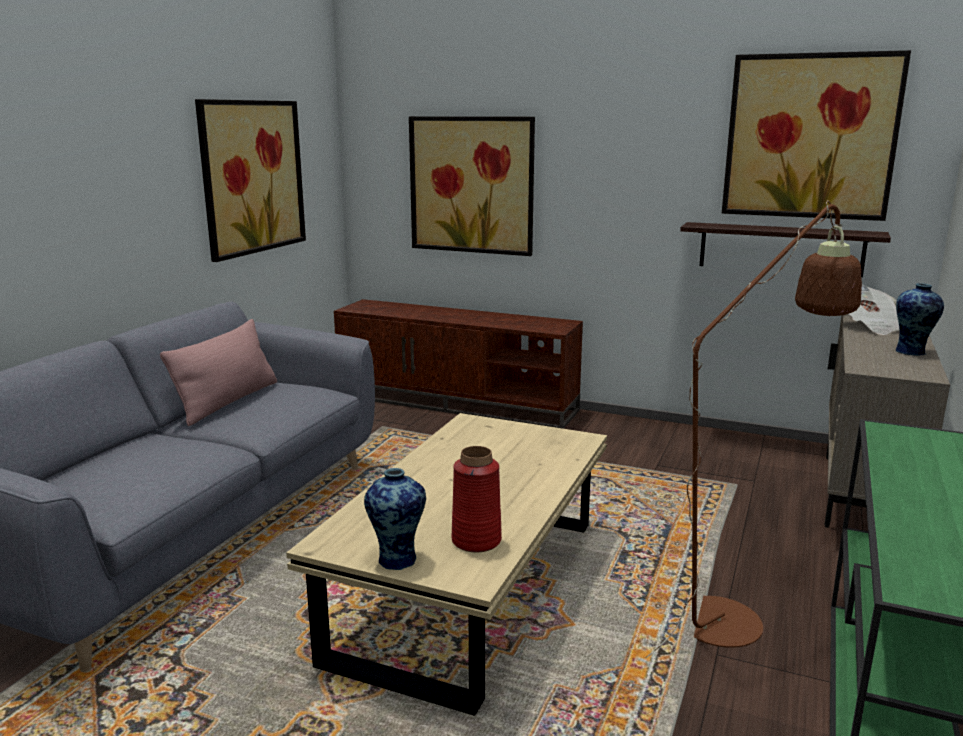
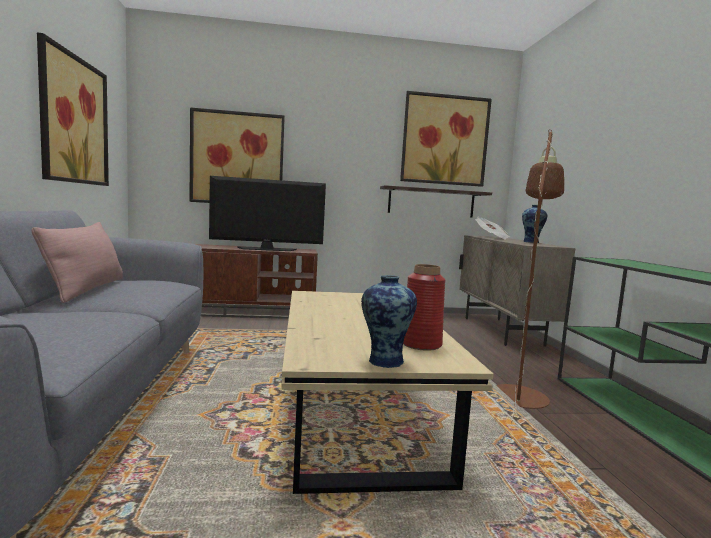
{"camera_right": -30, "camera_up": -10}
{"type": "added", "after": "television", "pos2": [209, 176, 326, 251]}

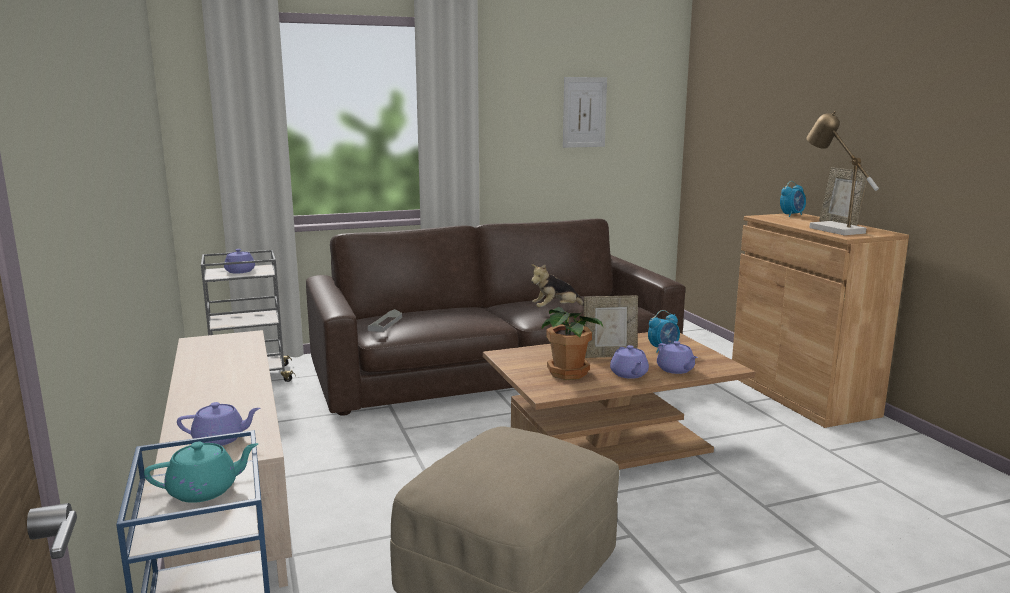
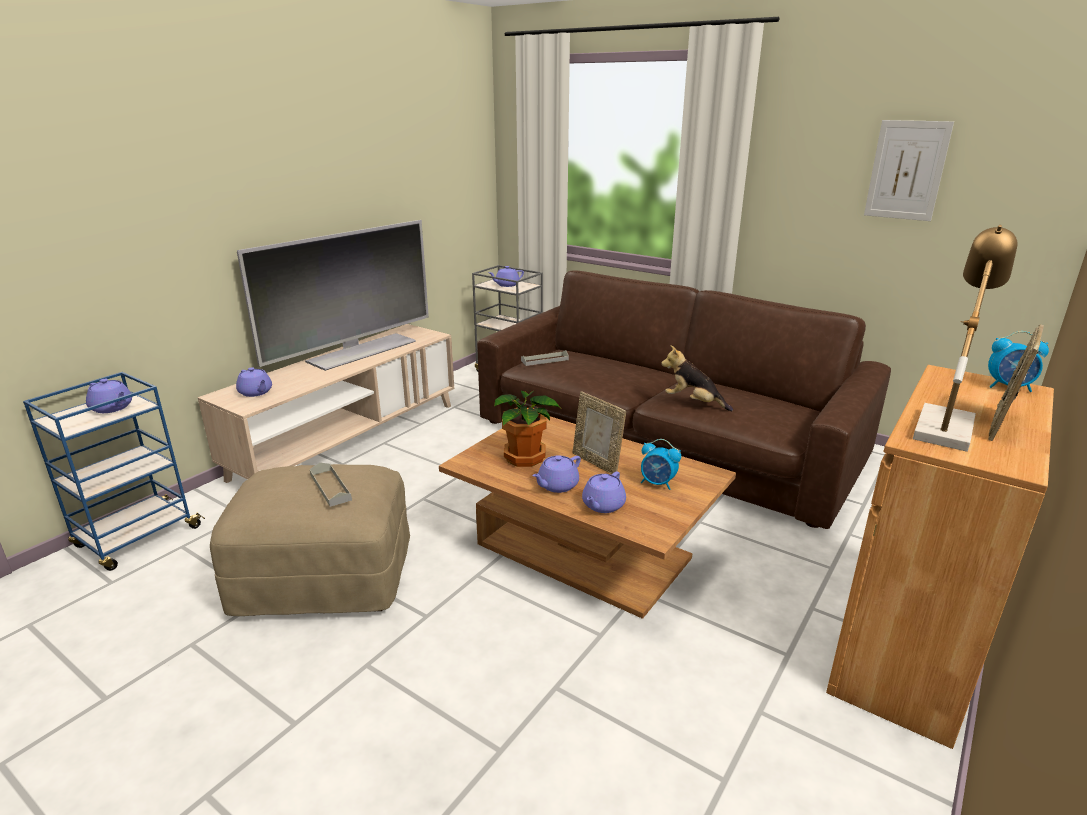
{"camera_right": 55, "camera_up": 10}
{"type": "recoloured", "before": "turquoise teapot", "after": "purple teapot", "pos1": [144, 442, 258, 503], "pos2": [86, 379, 132, 413]}
{"type": "added", "after": "television", "pos2": [237, 220, 429, 371]}
{"type": "added", "after": "grey tray", "pos2": [310, 462, 352, 507]}

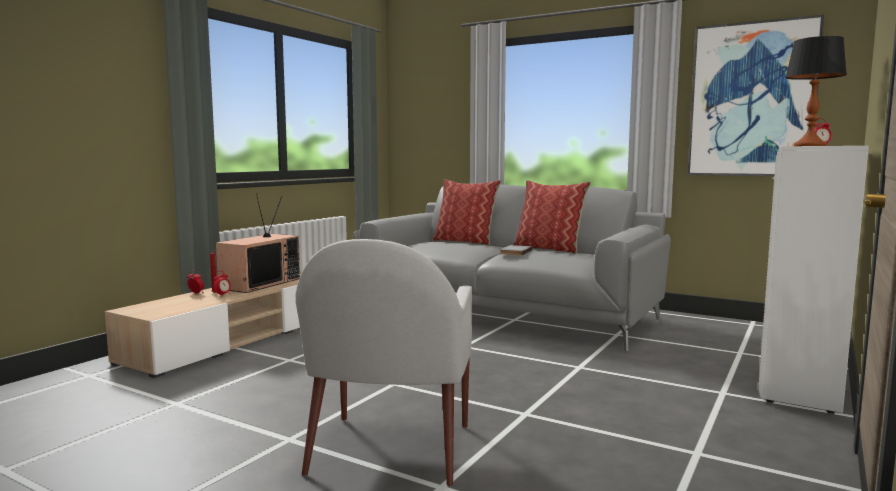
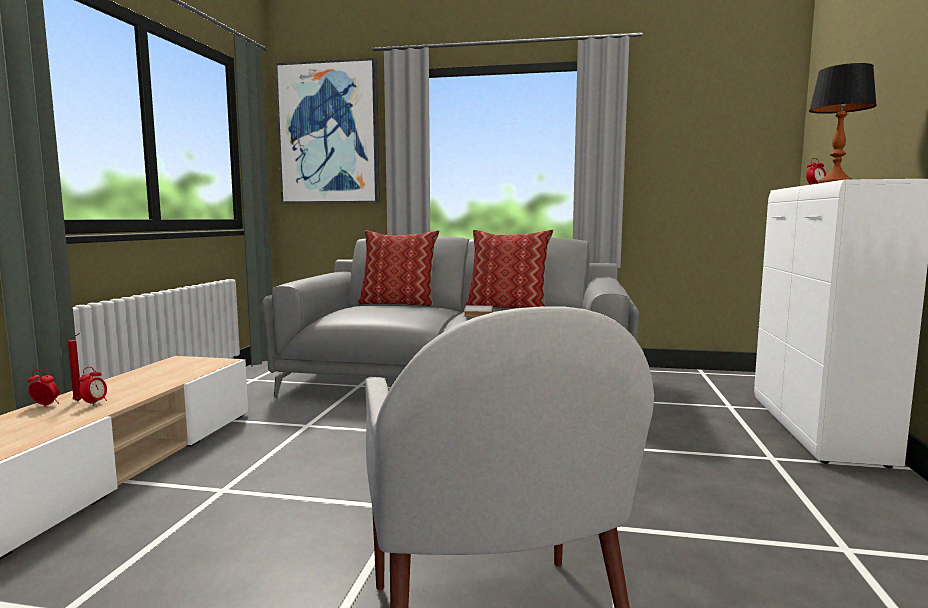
{"camera_right": -20, "camera_up": 0}
{"type": "moved", "before": "picture", "pos1": [687, 14, 824, 176], "pos2": [275, 58, 380, 204]}
{"type": "removed", "before": "television", "pos1": [216, 193, 300, 293]}

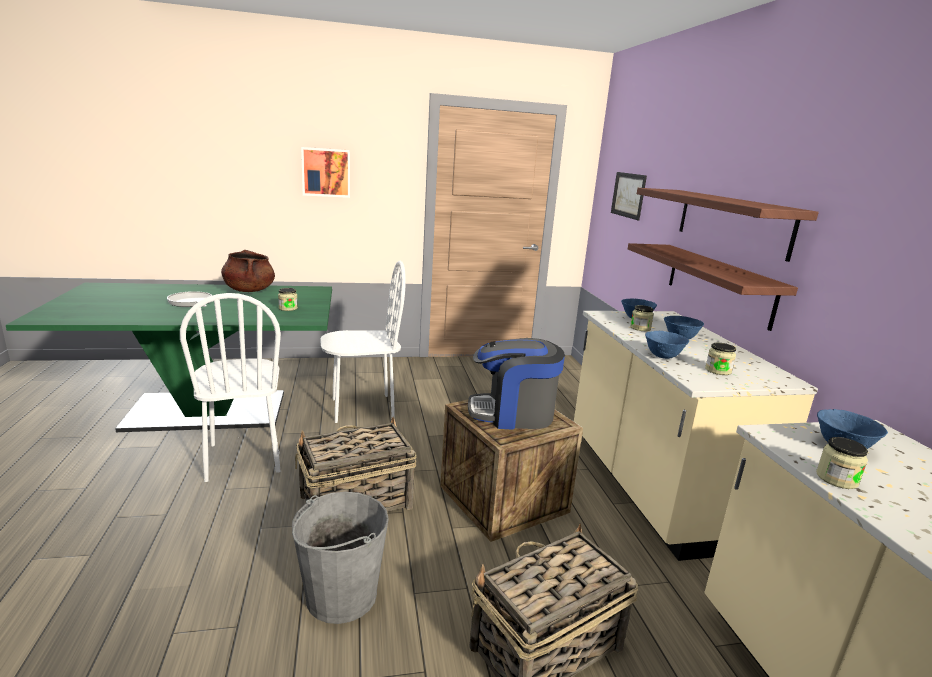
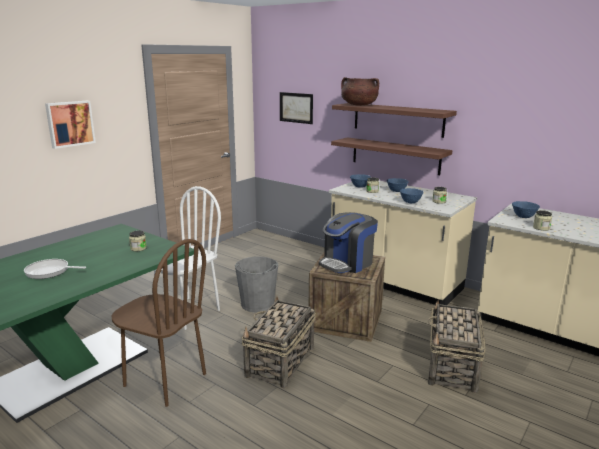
{"camera_right": -40, "camera_up": 0}
{"type": "recoloured", "before": "white chair", "after": "brown chair", "pos1": [180, 293, 281, 482], "pos2": [111, 239, 206, 407]}
{"type": "moved", "before": "grey bucket", "pos1": [292, 492, 389, 624], "pos2": [235, 257, 278, 313]}
{"type": "moved", "before": "brown cooking pot", "pos1": [221, 250, 275, 292], "pos2": [341, 77, 379, 106]}

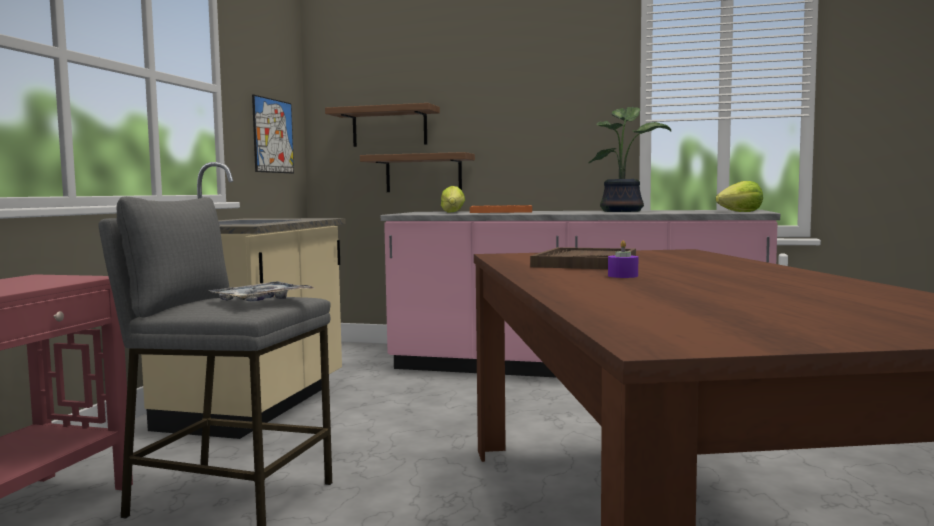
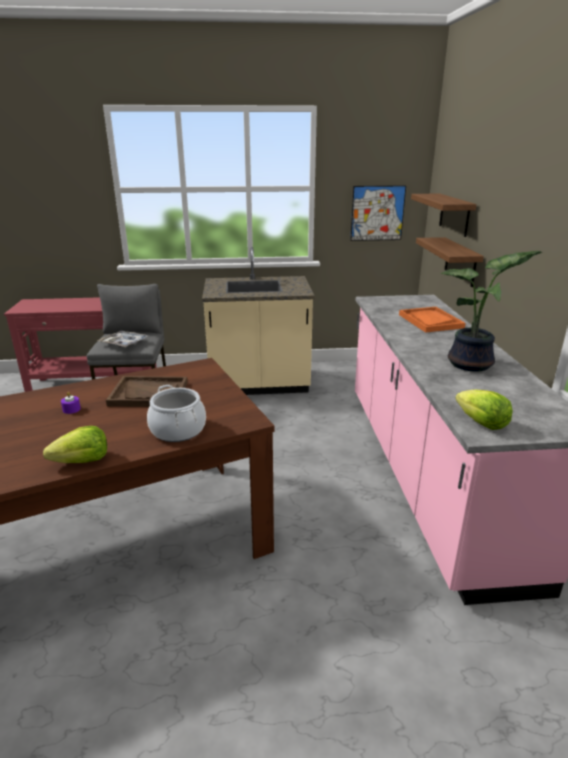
{"camera_right": 70, "camera_up": 20}
{"type": "moved", "before": "lettuce", "pos1": [441, 186, 465, 213], "pos2": [43, 426, 107, 463]}
{"type": "added", "after": "cooking pot", "pos2": [147, 385, 206, 442]}

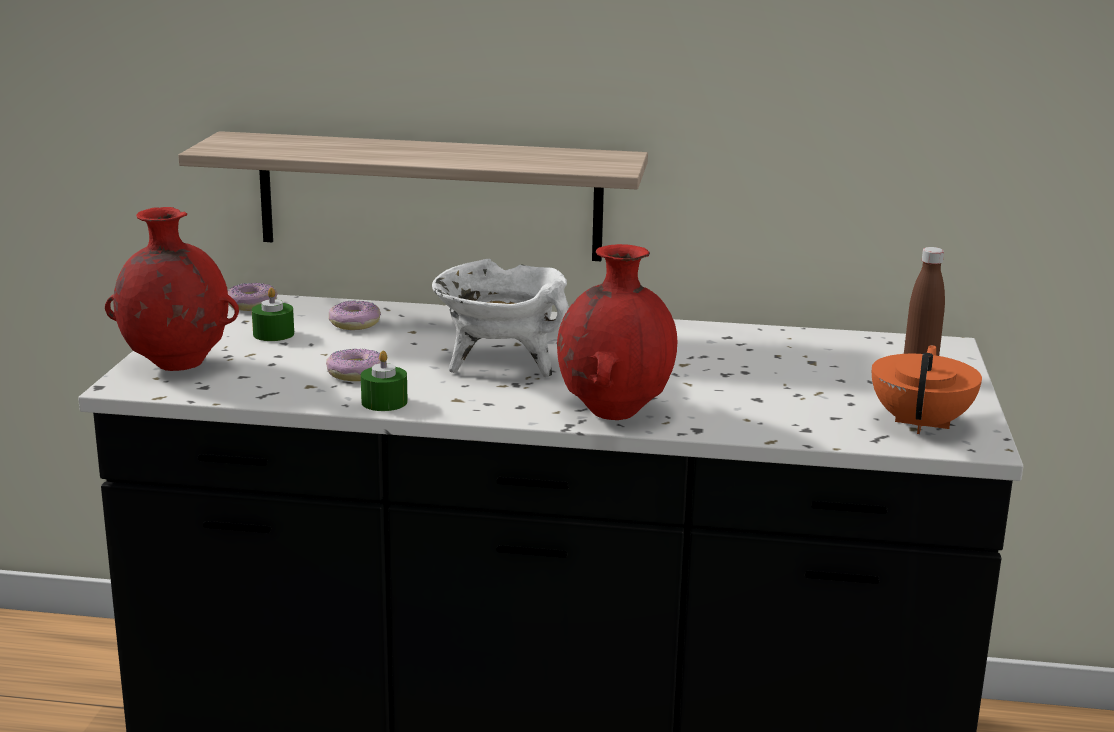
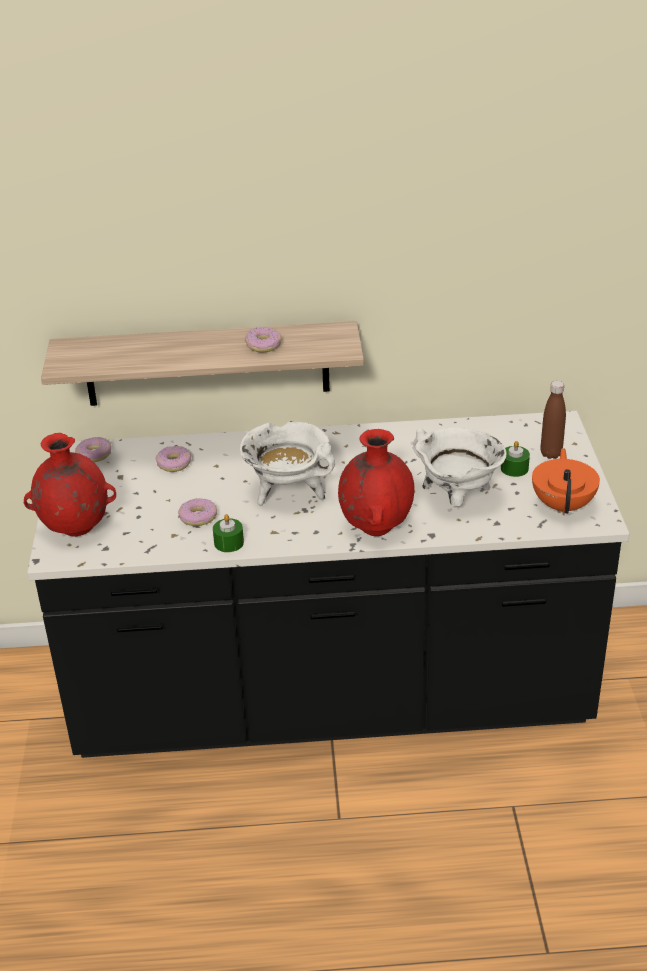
{"camera_right": -10, "camera_up": 15}
{"type": "added", "after": "donut", "pos2": [245, 327, 282, 353]}
{"type": "added", "after": "white cooking pot", "pos2": [413, 427, 506, 506]}
{"type": "moved", "before": "green candle", "pos1": [252, 287, 294, 341], "pos2": [501, 441, 530, 477]}

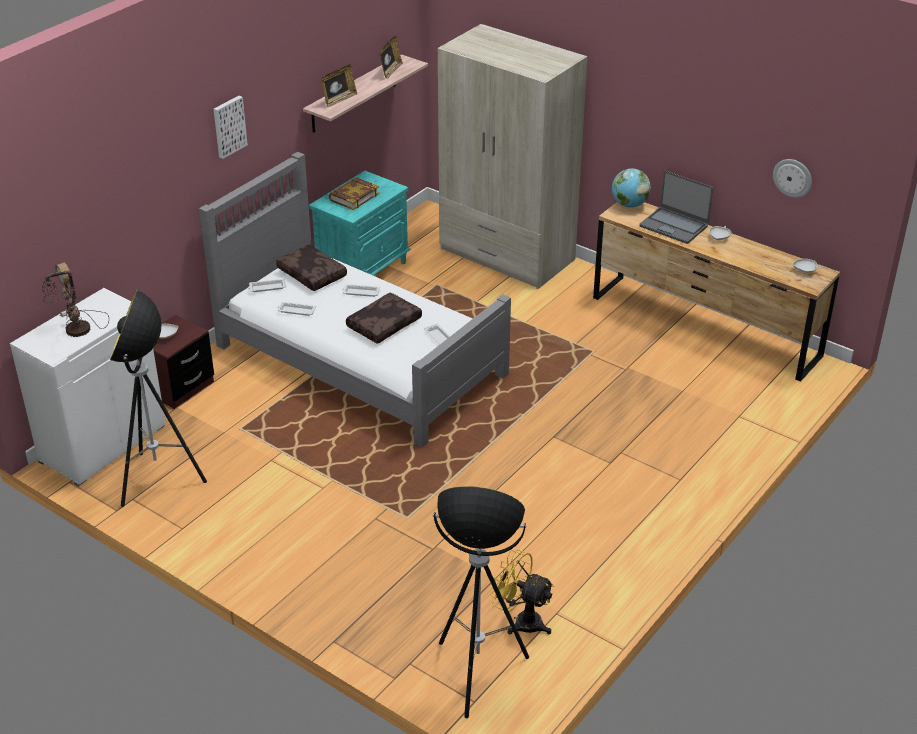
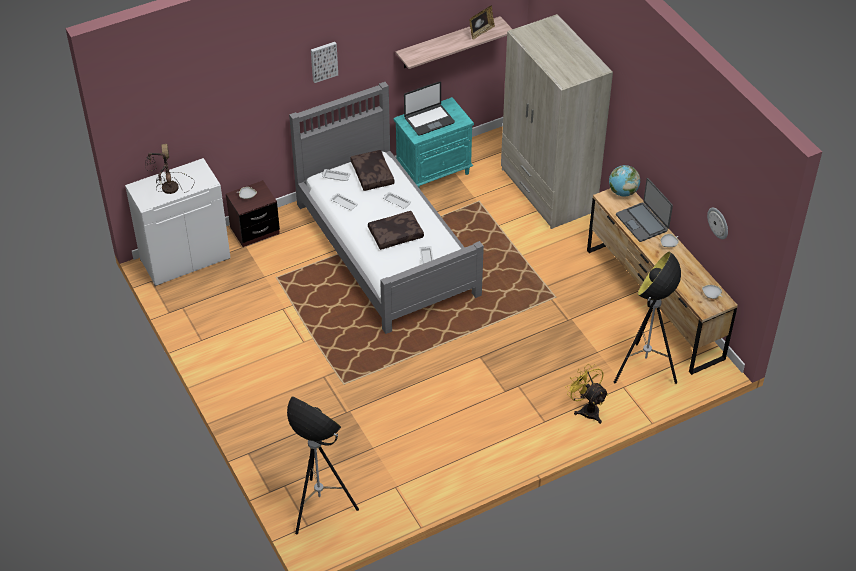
{"camera_right": 25, "camera_up": 10}
{"type": "replaced", "before": "book", "after": "laptop", "pos1": [329, 177, 380, 210], "pos2": [404, 81, 455, 136]}
{"type": "moved", "before": "yellow fan", "pos1": [490, 550, 554, 635], "pos2": [565, 364, 609, 424]}
{"type": "moved", "before": "floor lamp", "pos1": [110, 290, 207, 507], "pos2": [614, 252, 681, 384]}
{"type": "removed", "before": "picture frame", "pos1": [321, 64, 358, 107]}

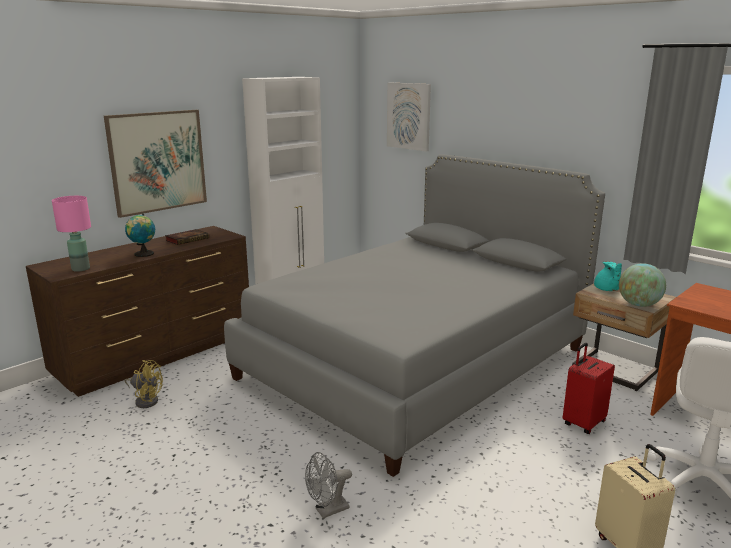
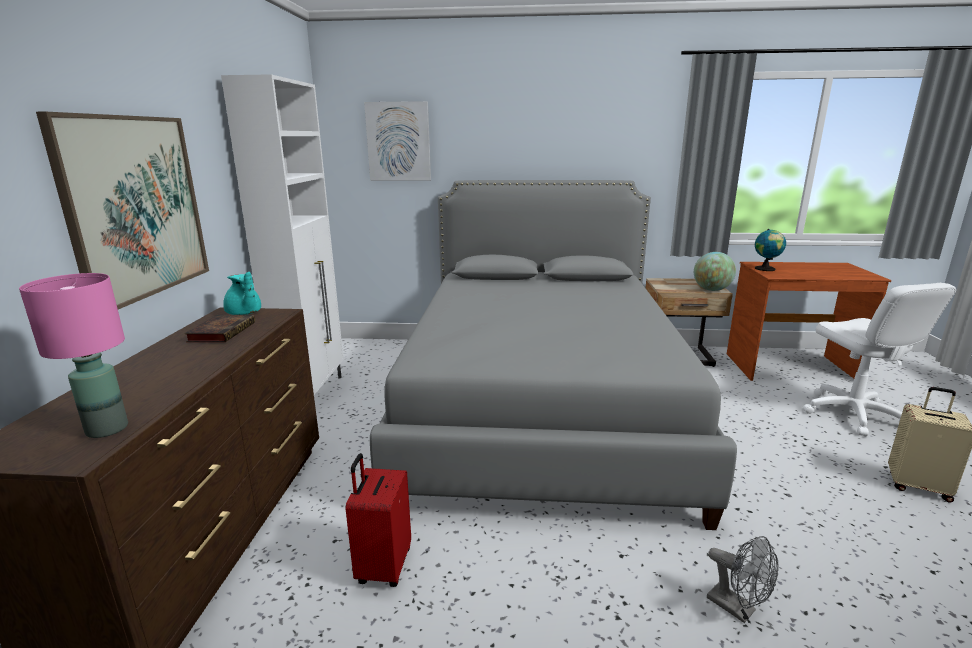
{"camera_right": -40, "camera_up": 0}
{"type": "moved", "before": "turquoise teapot", "pos1": [594, 261, 622, 291], "pos2": [223, 272, 261, 315]}
{"type": "moved", "before": "red suitcase", "pos1": [563, 343, 615, 434], "pos2": [345, 453, 411, 587]}
{"type": "turned", "before": "grey fan", "pos1": [305, 452, 352, 519], "pos2": [707, 536, 778, 623], "turn": -60}
{"type": "moved", "before": "globe", "pos1": [125, 214, 155, 257], "pos2": [755, 229, 786, 271]}
{"type": "removed", "before": "yellow fan", "pos1": [125, 360, 163, 408]}

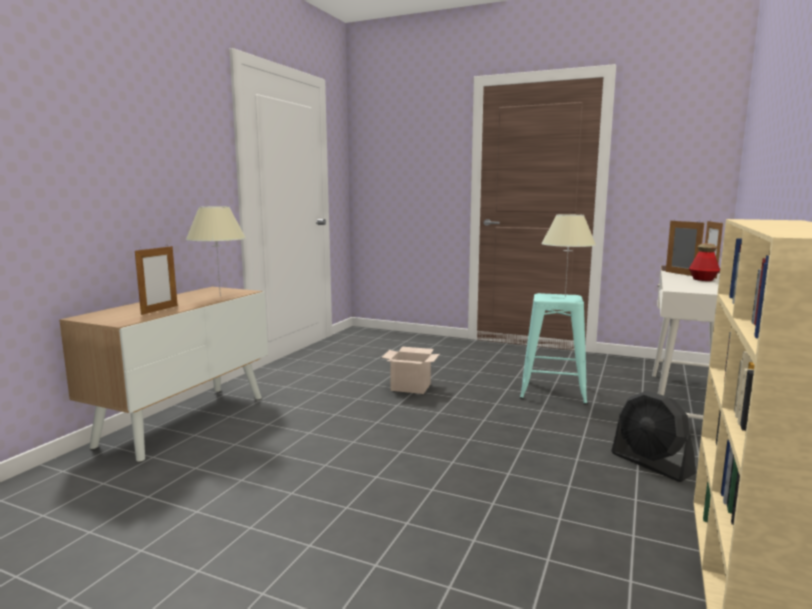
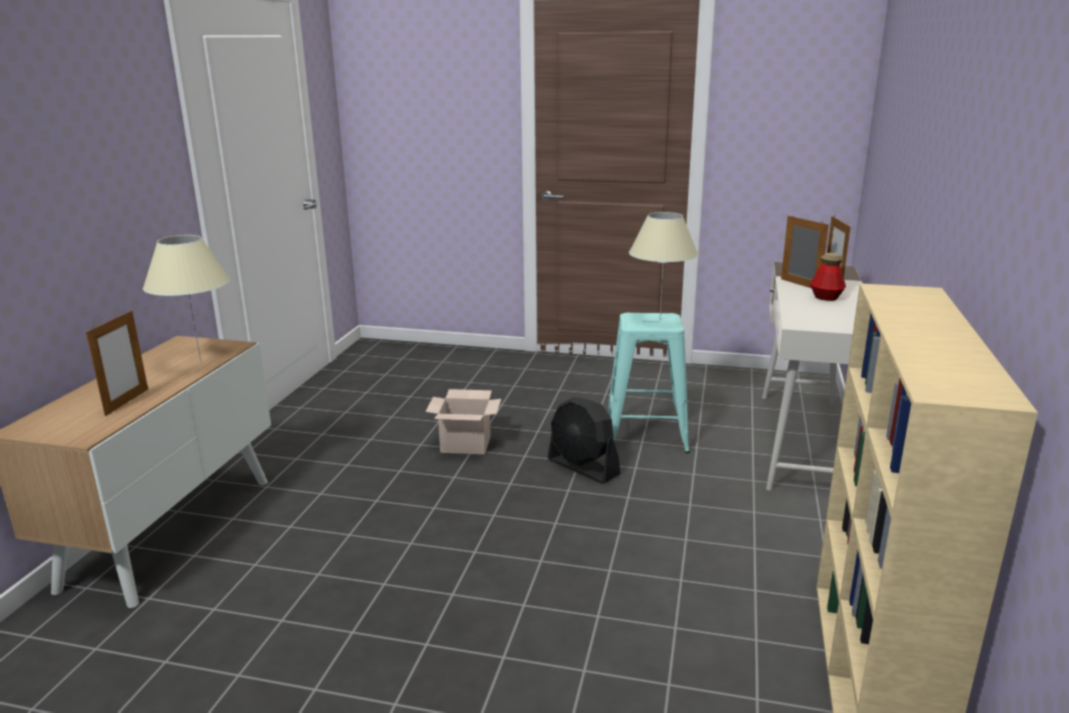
{"camera_right": -10, "camera_up": 10}
{"type": "moved", "before": "black fan", "pos1": [611, 391, 696, 482], "pos2": [547, 397, 620, 484]}

